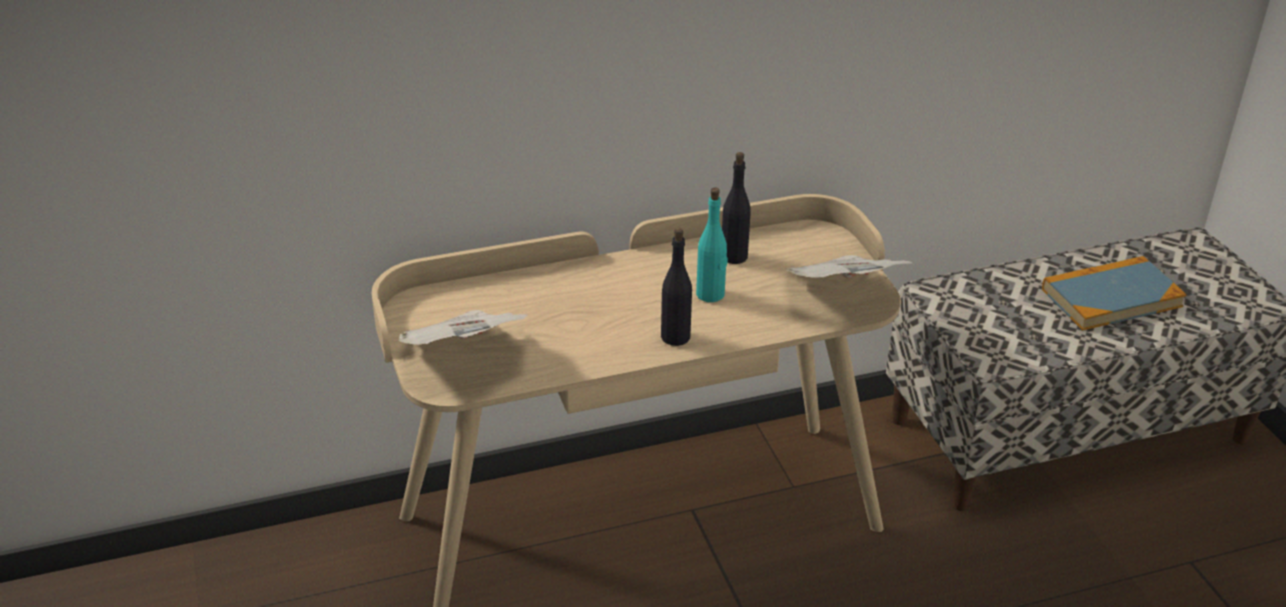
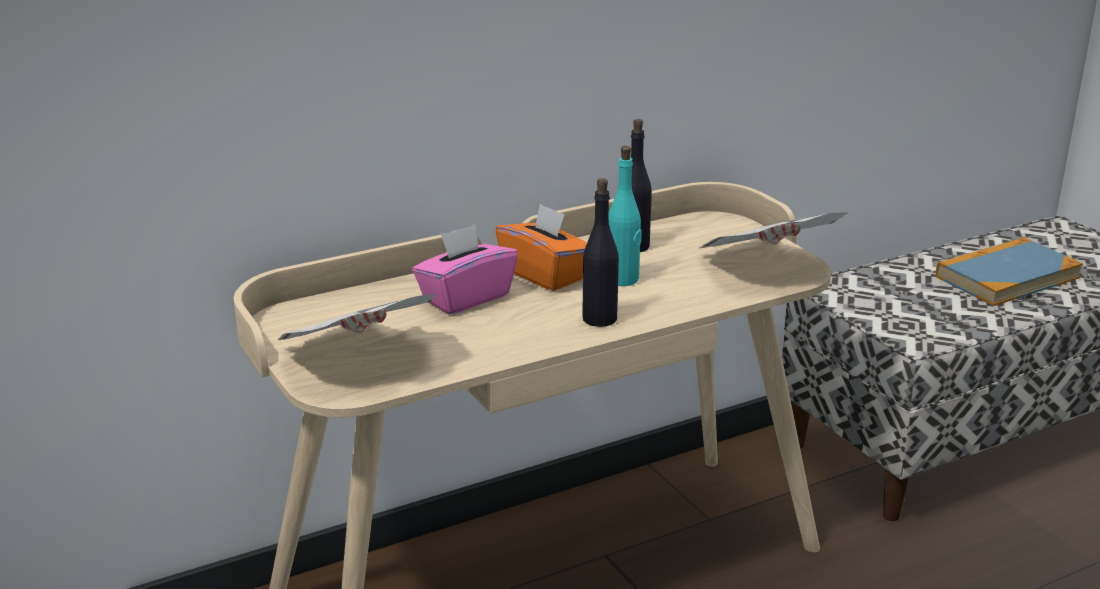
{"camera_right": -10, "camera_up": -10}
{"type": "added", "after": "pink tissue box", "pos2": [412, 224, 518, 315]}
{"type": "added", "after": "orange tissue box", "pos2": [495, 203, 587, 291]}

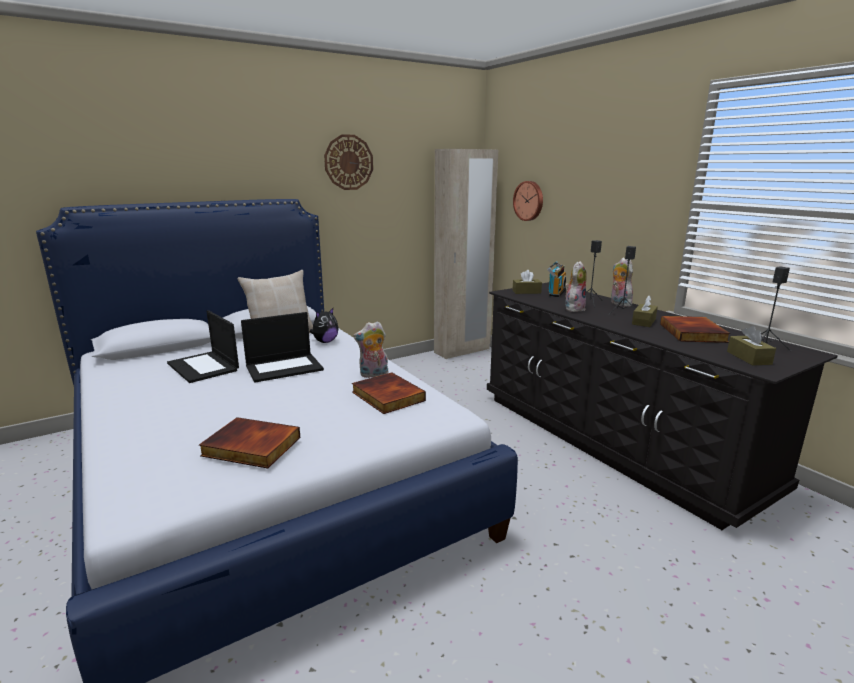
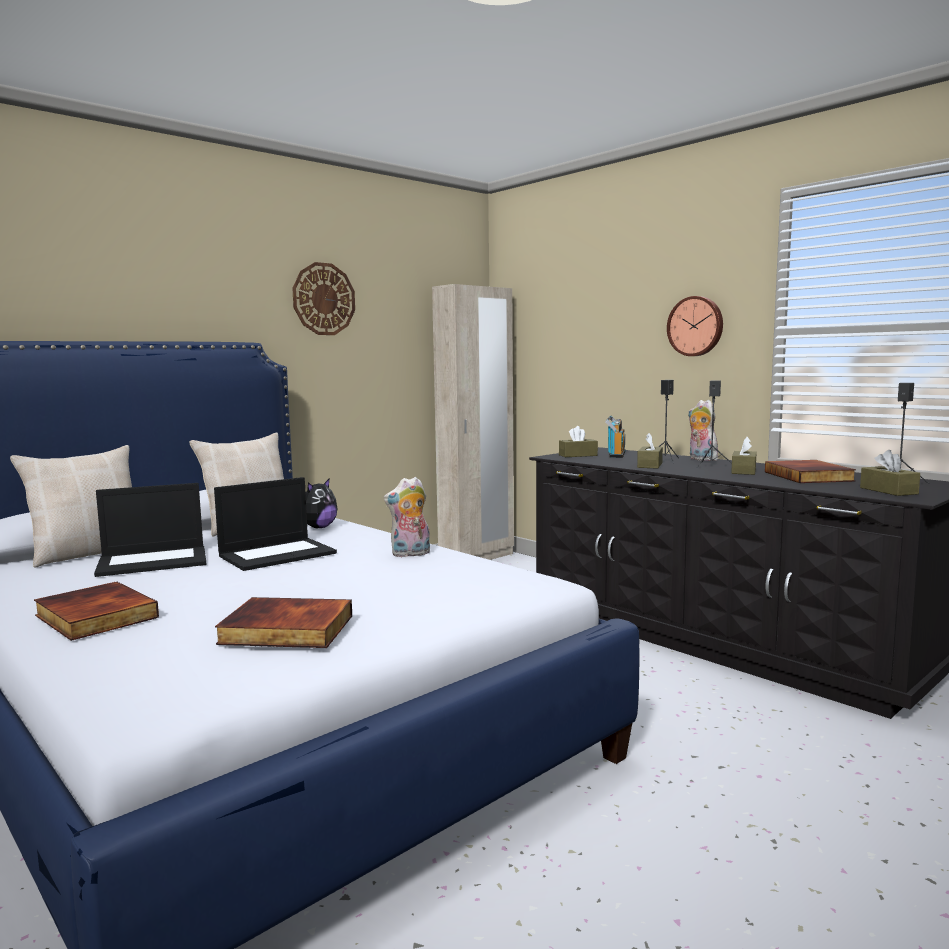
{"camera_right": -10, "camera_up": -10}
{"type": "added", "after": "beige pillow", "pos2": [10, 445, 132, 568]}
{"type": "moved", "before": "book", "pos1": [352, 373, 426, 414], "pos2": [34, 581, 159, 641]}
{"type": "turned", "before": "laptop", "pos1": [167, 310, 239, 383], "pos2": [94, 483, 206, 577], "turn": -60}
{"type": "replaced", "before": "plush toy", "after": "brown tissue box", "pos1": [565, 261, 587, 312], "pos2": [637, 433, 663, 469]}
{"type": "moved", "before": "wall clock", "pos1": [513, 181, 543, 221], "pos2": [667, 296, 723, 356]}

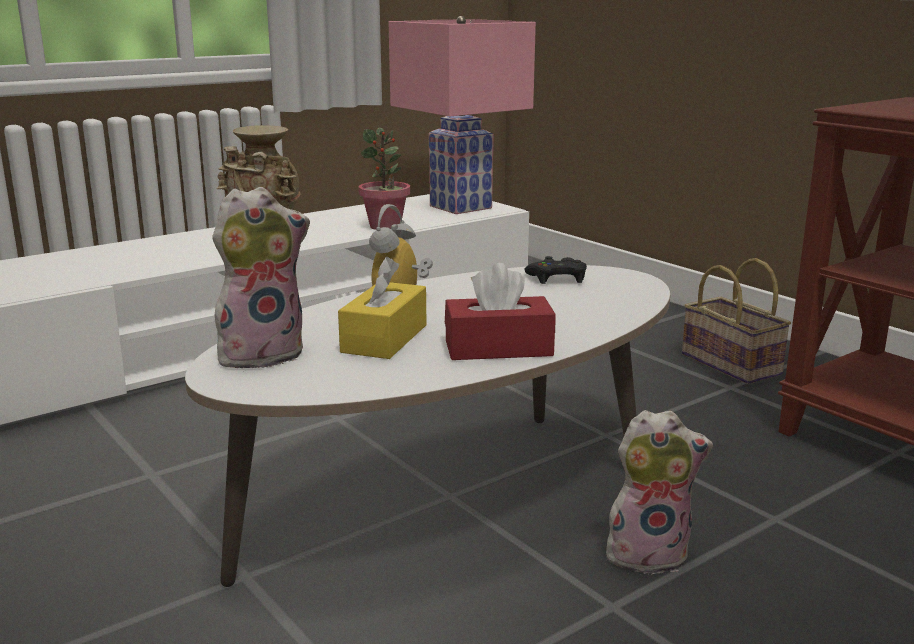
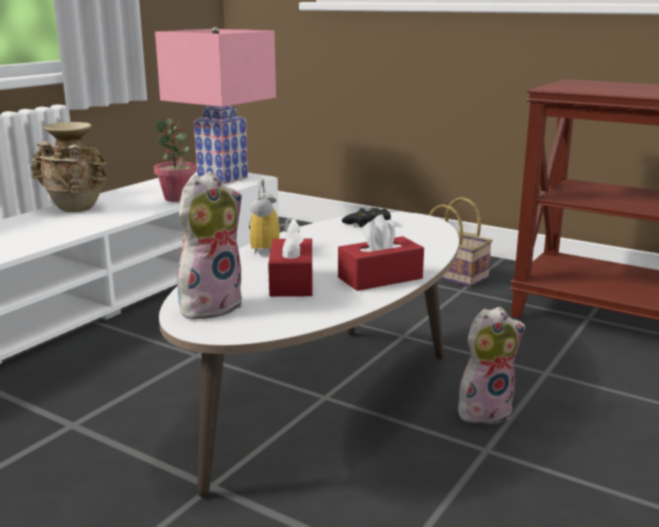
{"camera_right": -20, "camera_up": 0}
{"type": "recoloured", "before": "yellow tissue box", "after": "red tissue box", "pos1": [338, 257, 426, 359], "pos2": [268, 219, 312, 297]}

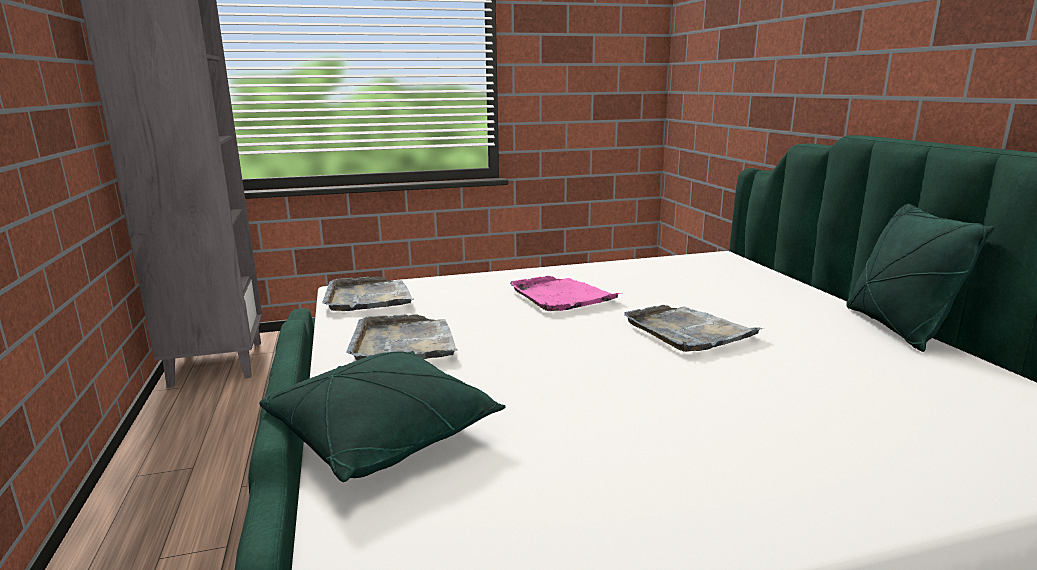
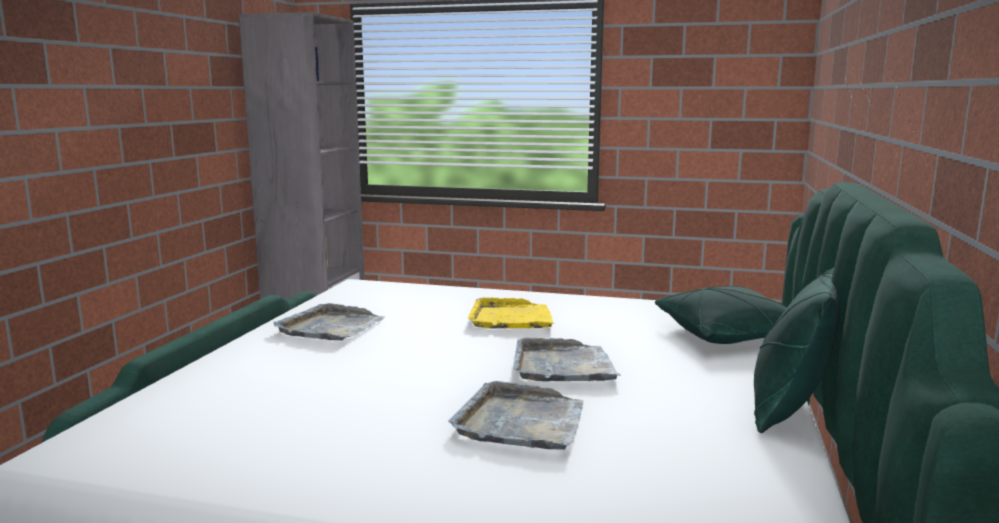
{"camera_right": 30, "camera_up": -5}
{"type": "moved", "before": "grey tray", "pos1": [322, 276, 414, 311], "pos2": [448, 381, 583, 450]}
{"type": "recoloured", "before": "pink tray", "after": "yellow tray", "pos1": [510, 276, 622, 311], "pos2": [467, 297, 555, 329]}
{"type": "moved", "before": "green pillow", "pos1": [259, 351, 506, 482], "pos2": [655, 286, 787, 344]}

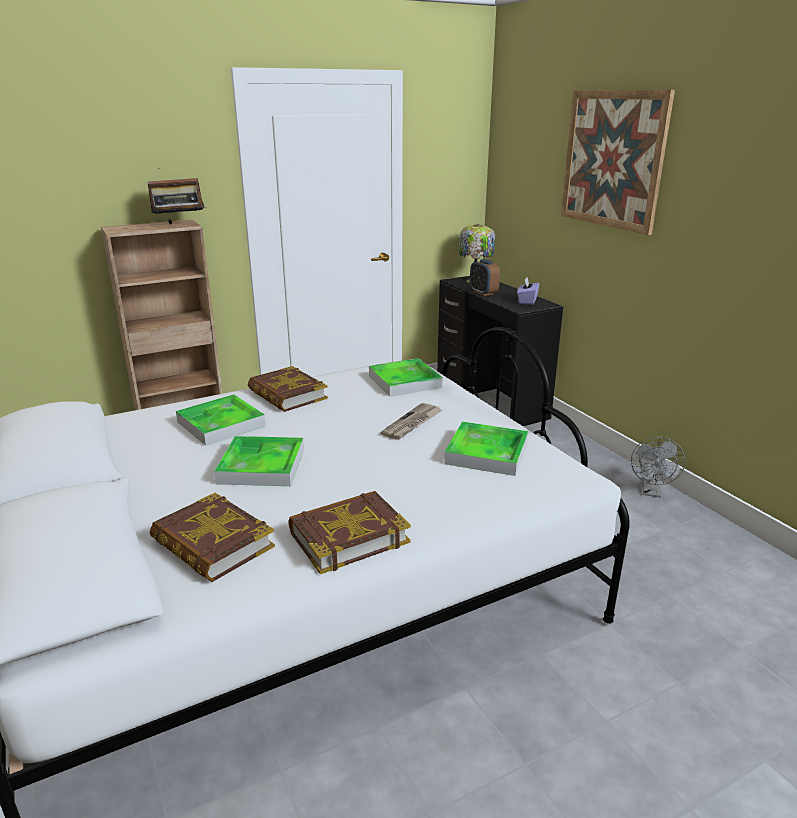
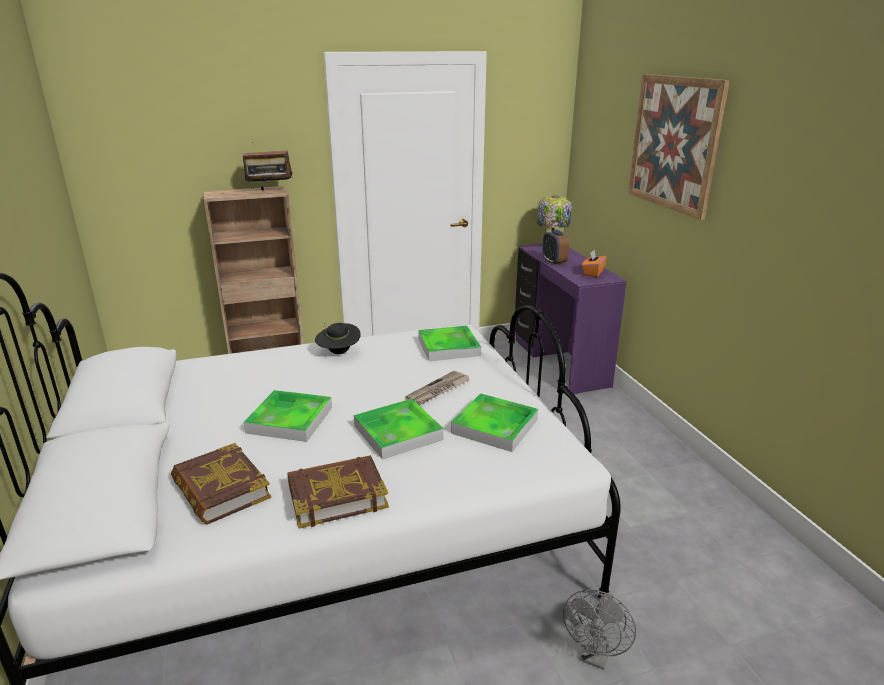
{"camera_right": 10, "camera_up": 0}
{"type": "replaced", "before": "book", "after": "black hat", "pos1": [248, 366, 328, 412], "pos2": [315, 323, 361, 354]}
{"type": "moved", "before": "tray", "pos1": [176, 394, 266, 445], "pos2": [354, 399, 443, 460]}
{"type": "recoloured", "before": "black desk", "after": "purple desk", "pos1": [437, 276, 563, 426], "pos2": [515, 243, 627, 394]}
{"type": "moved", "before": "grey fan", "pos1": [631, 437, 685, 497], "pos2": [563, 589, 636, 670]}
{"type": "recoloured", "before": "purple tissue box", "after": "orange tissue box", "pos1": [517, 278, 539, 305], "pos2": [582, 250, 607, 277]}

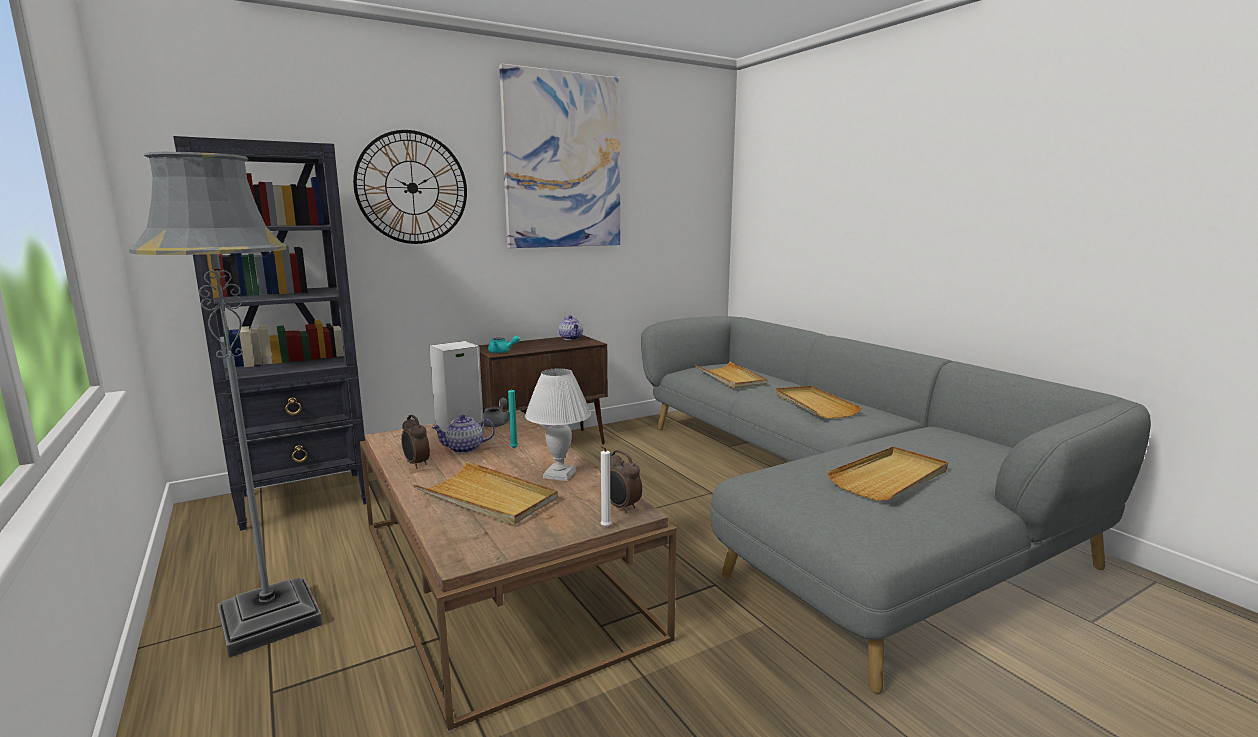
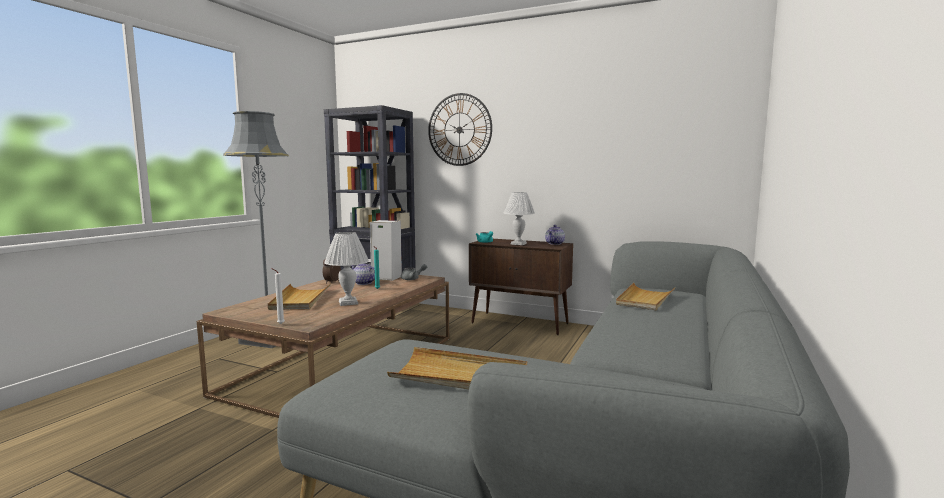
{"camera_right": 55, "camera_up": -5}
{"type": "added", "after": "white table lamp", "pos2": [504, 192, 535, 245]}
{"type": "removed", "before": "picture", "pos1": [499, 64, 620, 248]}
{"type": "removed", "before": "alarm clock", "pos1": [610, 450, 642, 513]}
{"type": "removed", "before": "beige tray", "pos1": [776, 386, 862, 418]}

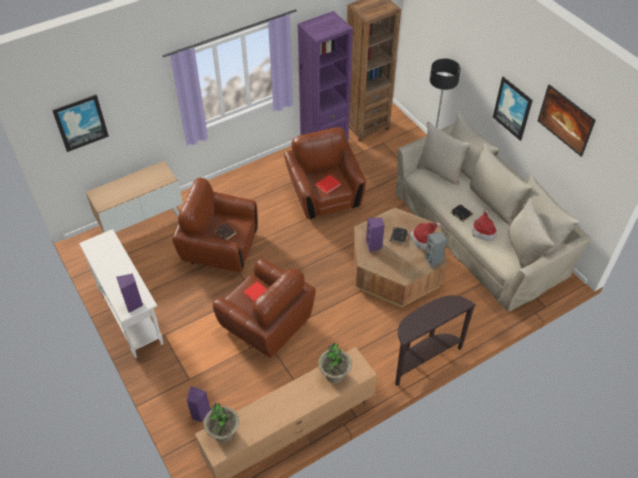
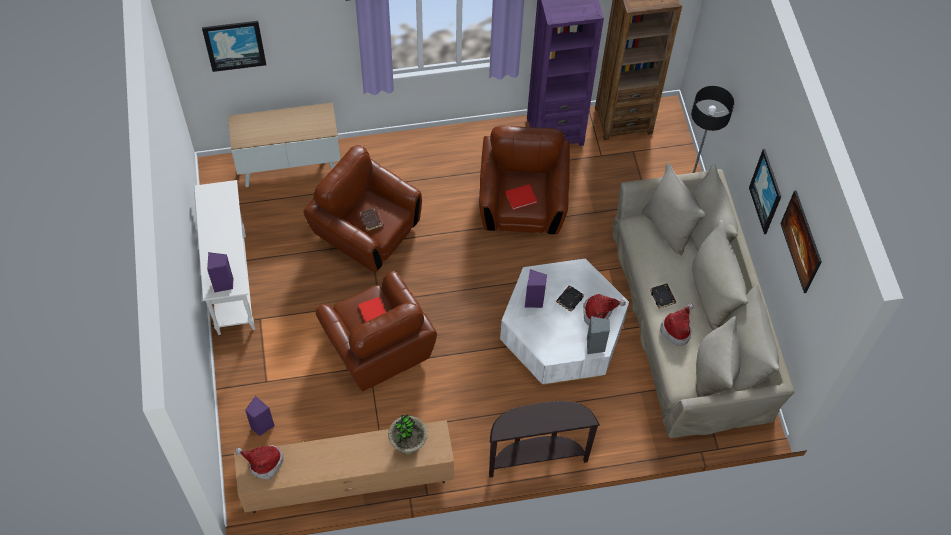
{"camera_right": 20, "camera_up": 10}
{"type": "replaced", "before": "potted plant", "after": "hat", "pos1": [204, 403, 239, 442], "pos2": [235, 445, 283, 479]}
{"type": "recoloured", "before": "brown coffee table", "after": "white coffee table", "pos1": [353, 208, 447, 307], "pos2": [500, 258, 629, 385]}

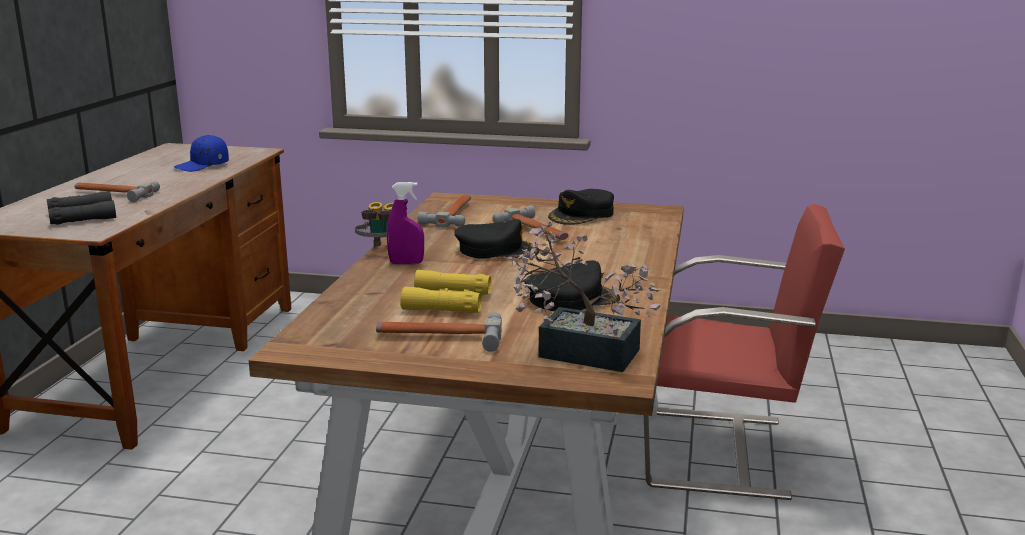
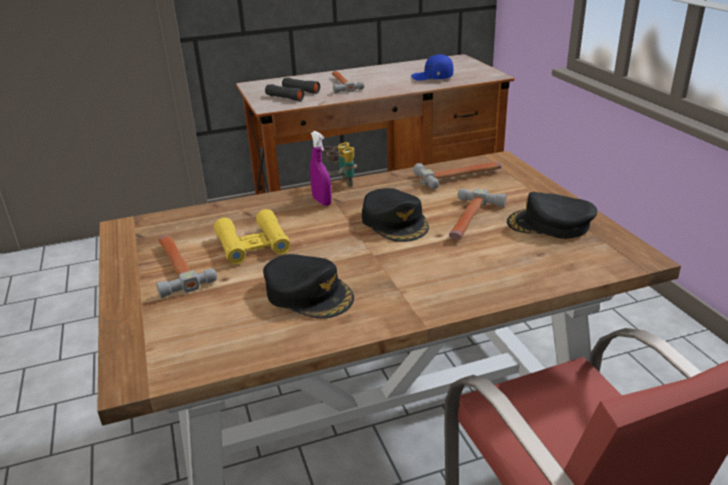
{"camera_right": 60, "camera_up": 10}
{"type": "removed", "before": "potted plant", "pos1": [509, 222, 660, 372]}

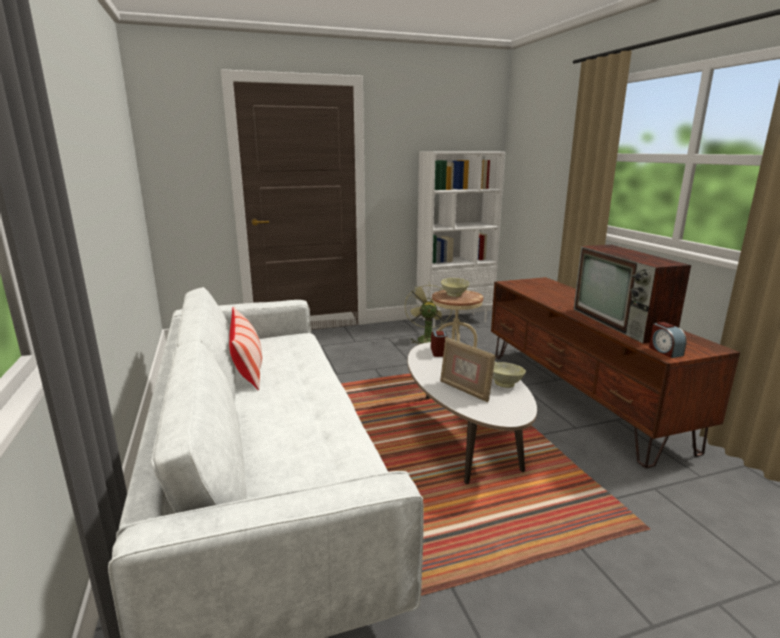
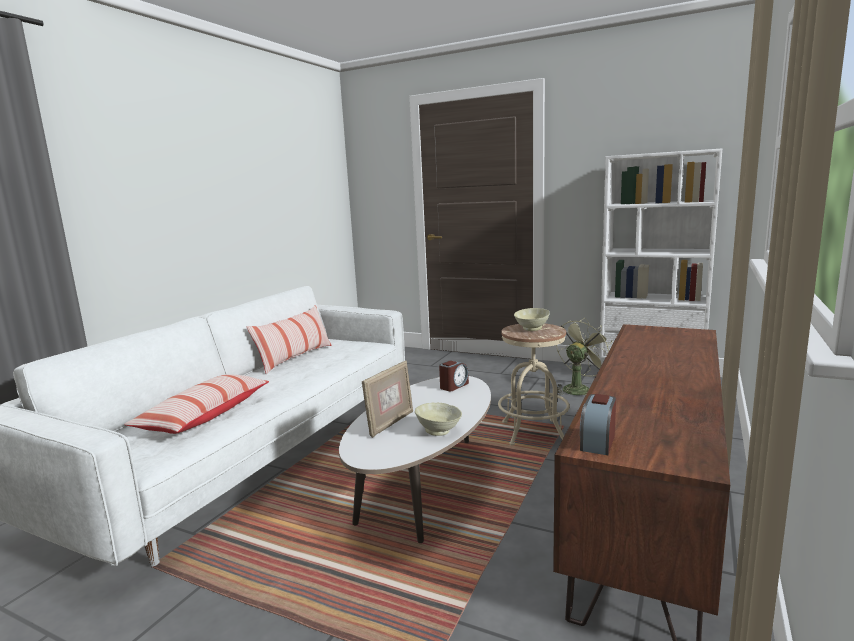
{"camera_right": 45, "camera_up": -5}
{"type": "added", "after": "pillow", "pos2": [124, 374, 269, 434]}
{"type": "turned", "before": "picture frame", "pos1": [440, 337, 496, 402], "pos2": [362, 360, 413, 438], "turn": -150}
{"type": "removed", "before": "television", "pos1": [573, 245, 691, 344]}

